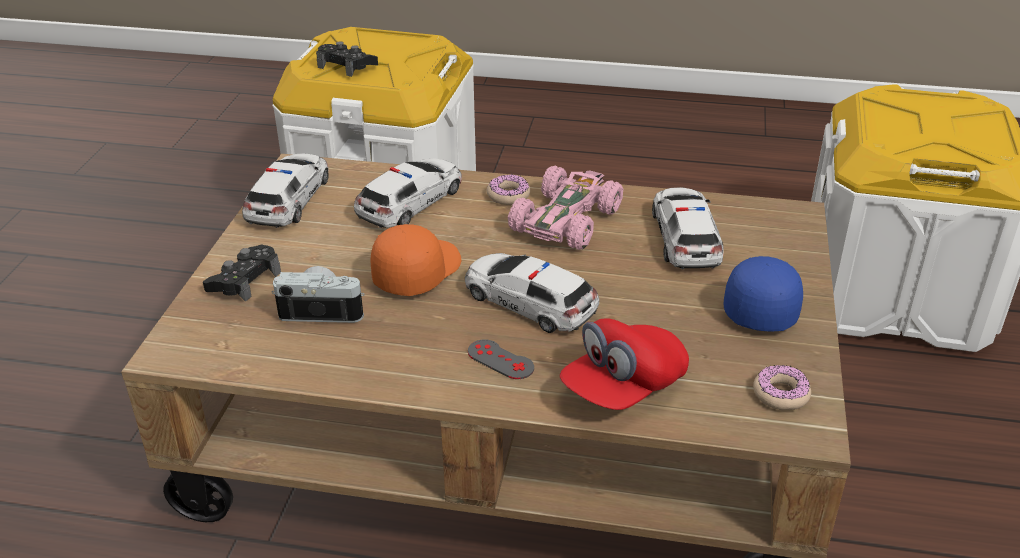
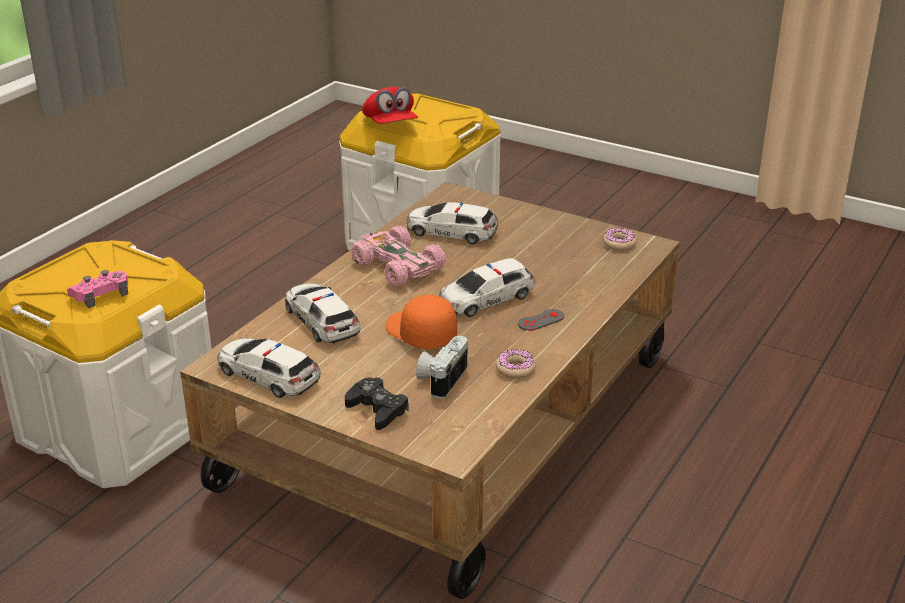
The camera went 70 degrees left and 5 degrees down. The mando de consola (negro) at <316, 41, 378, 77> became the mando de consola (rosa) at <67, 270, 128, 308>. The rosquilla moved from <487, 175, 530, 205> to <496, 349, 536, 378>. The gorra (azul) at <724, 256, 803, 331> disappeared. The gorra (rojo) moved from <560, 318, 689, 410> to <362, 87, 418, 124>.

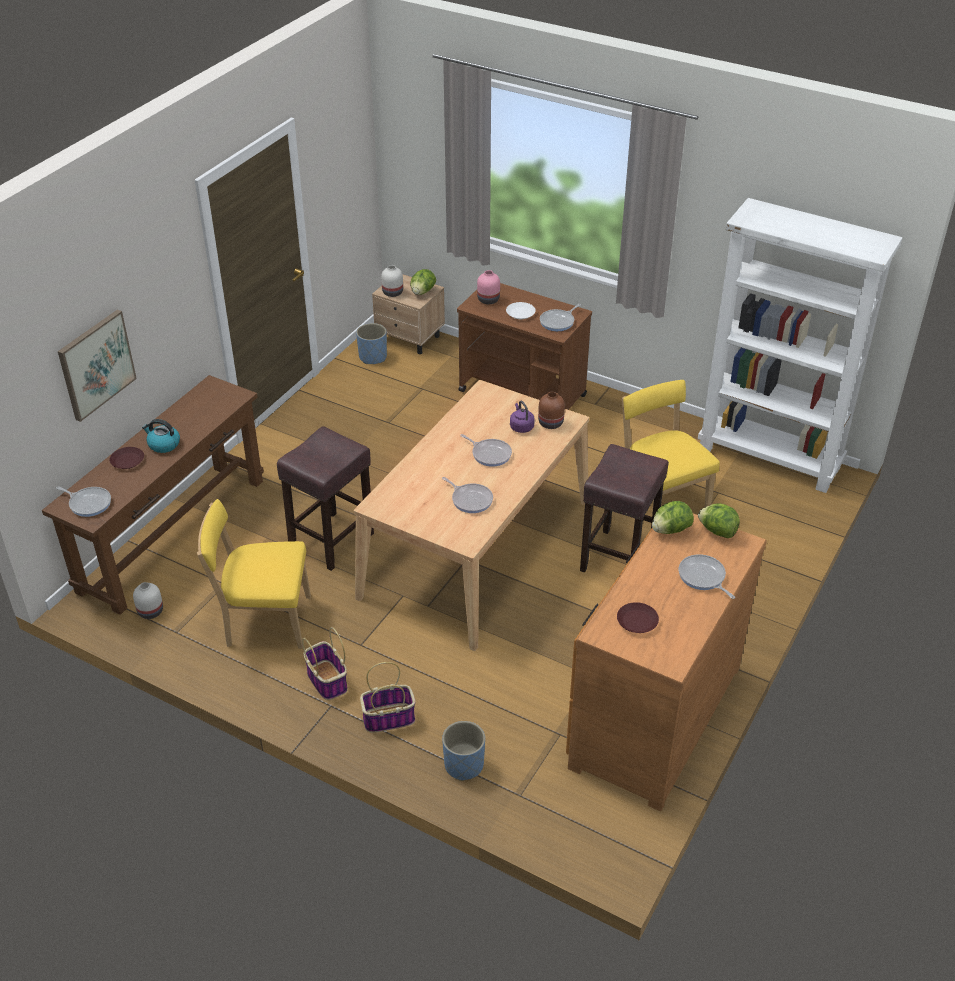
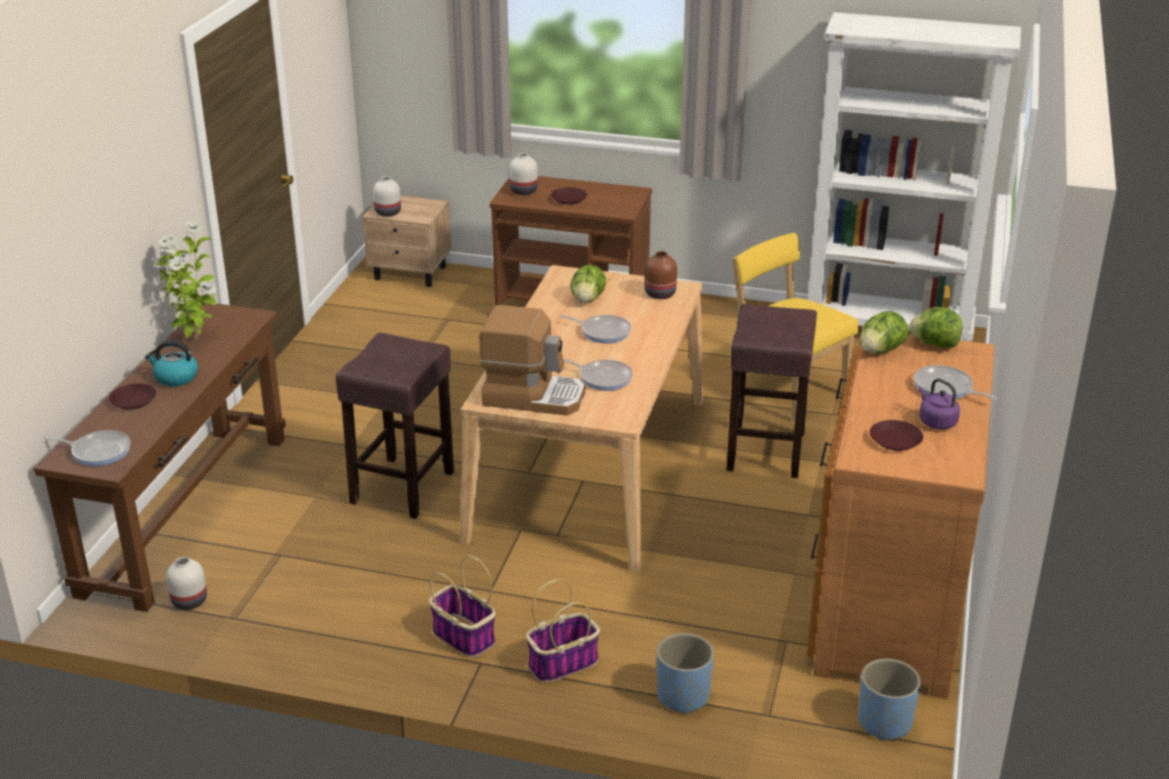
The camera went 15 degrees left and 10 degrees down. The lechuga moved from <410, 269, 436, 295> to <570, 264, 606, 303>. The florero (rosa) at <477, 270, 500, 304> became the florero (blanco) at <509, 153, 538, 195>. The plato (blanco) at <506, 302, 536, 319> became the plato (marrón) at <551, 187, 587, 205>. The sartén at <540, 304, 581, 331> disappeared. The cuadro at <58, 310, 137, 422> disappeared. The maceta (azul) moved from <356, 323, 387, 364> to <858, 659, 921, 741>. The hervidor (morado) moved from <510, 401, 535, 433> to <919, 379, 960, 429>. The silla (amarillo) at <197, 499, 311, 649> disappeared. The planta en maceta at <153, 221, 217, 340> appeared. The cafetera at <479, 305, 585, 416> appeared.

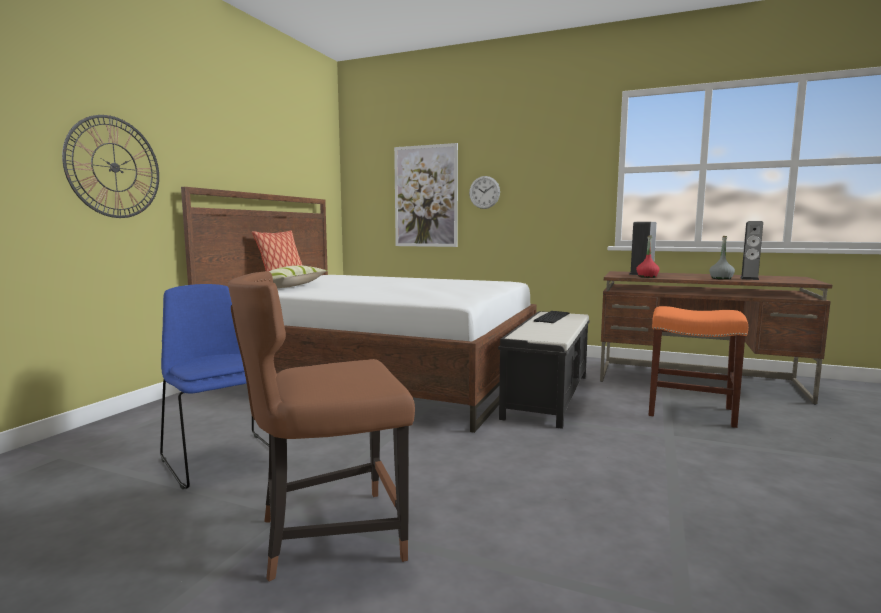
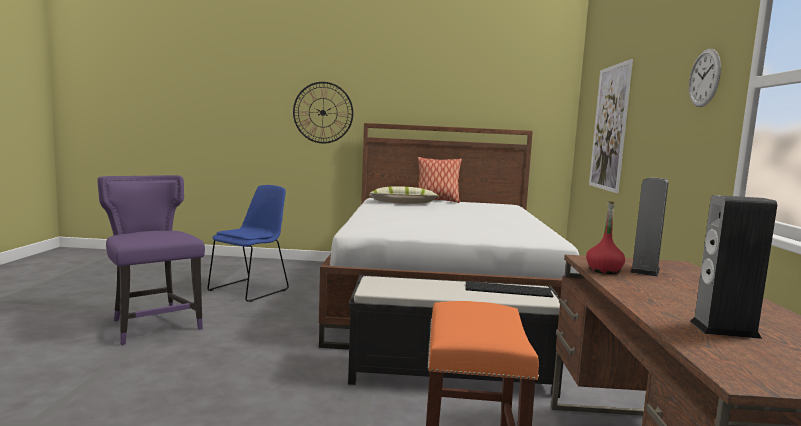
The camera went 70 degrees right and 0 degrees up. The reloj de pared moved from <469, 176, 500, 209> to <689, 49, 721, 107>. The botella (gris) at <709, 236, 735, 280> disappeared. The silla (marrón) at <228, 271, 415, 582> became the silla (morado) at <97, 175, 205, 345>.

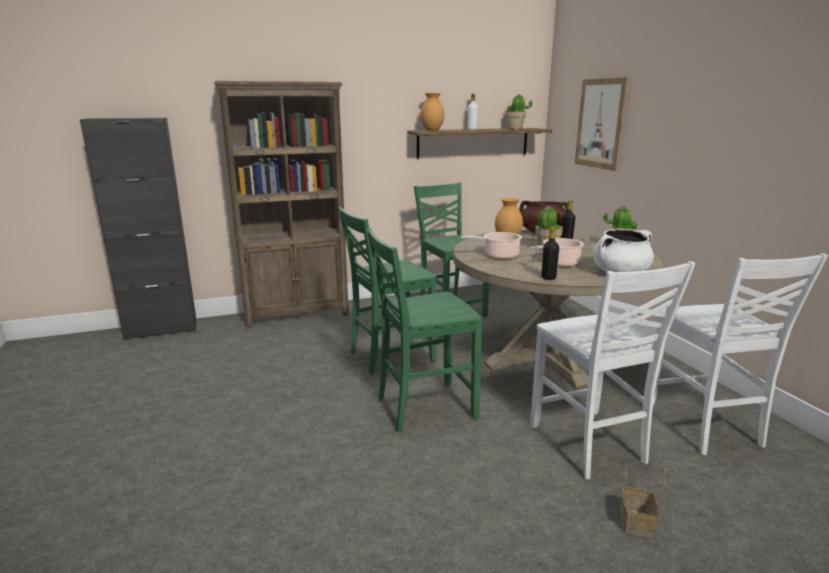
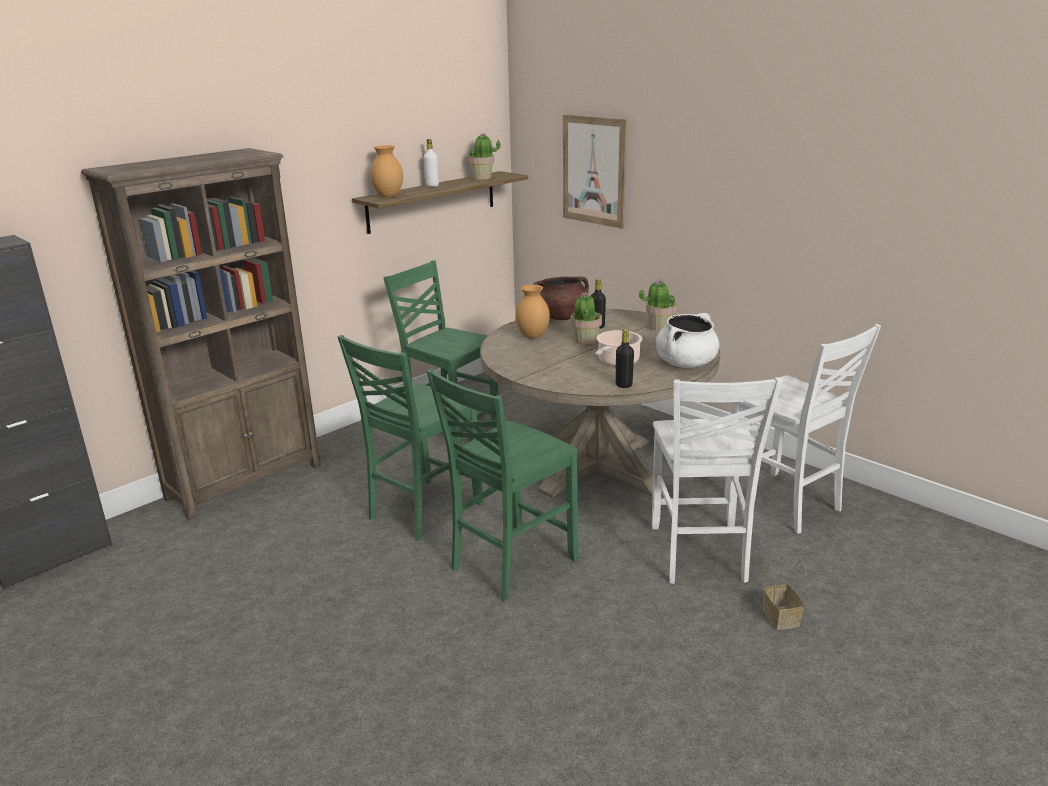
The camera went 25 degrees left and 5 degrees up. The olla at <461, 232, 522, 259> disappeared. The silla (blanco) at <530, 261, 695, 479> turned 45 degrees clockwise.

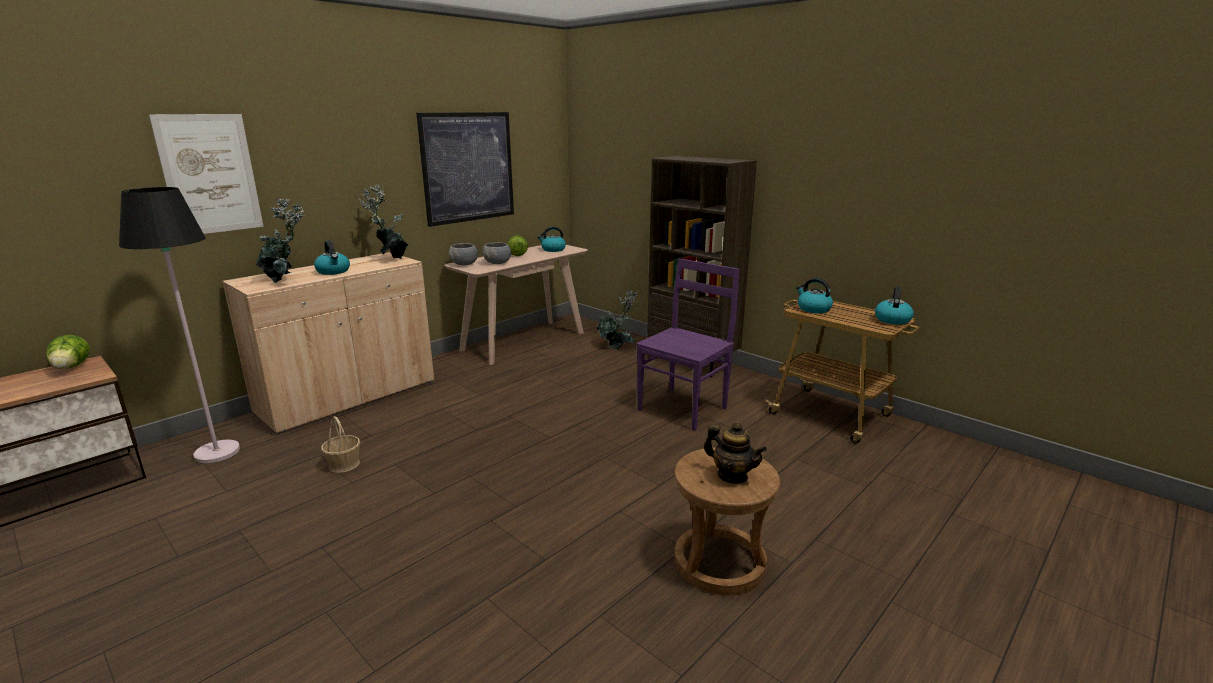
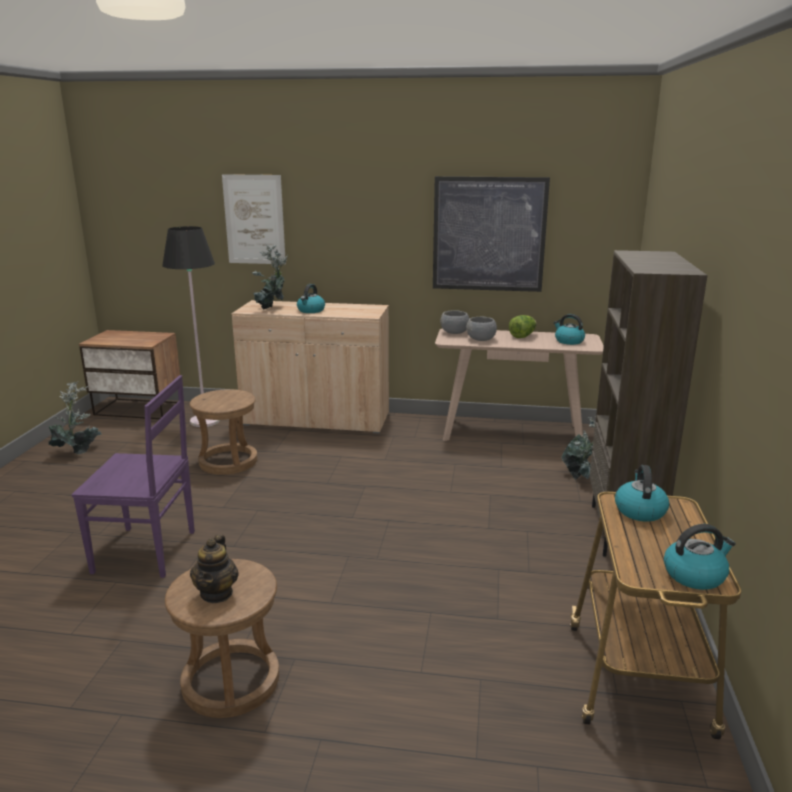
The camera went 55 degrees right and 0 degrees up. The planta en maceta moved from <358, 184, 409, 259> to <48, 381, 102, 454>. The silla (morado) moved from <636, 258, 740, 431> to <72, 375, 195, 578>. The lechuga at <46, 335, 90, 369> disappeared. The cesta at <321, 416, 360, 473> was replaced by the taburete (marrón) at <190, 389, 257, 475>.

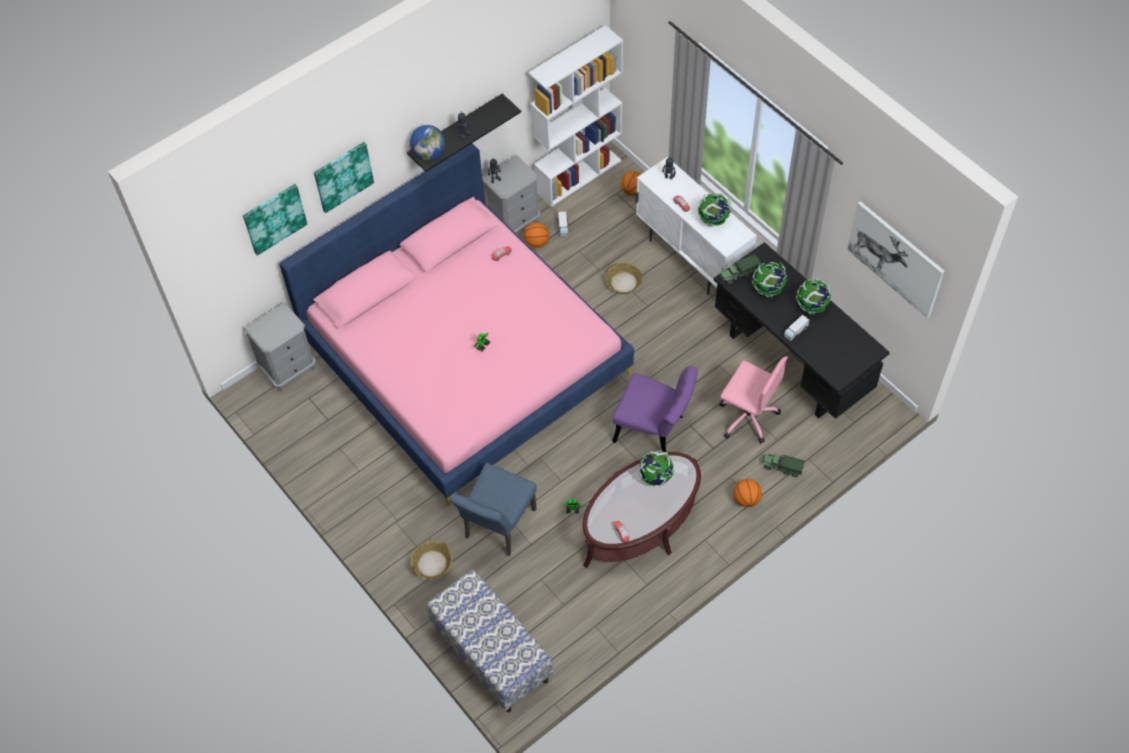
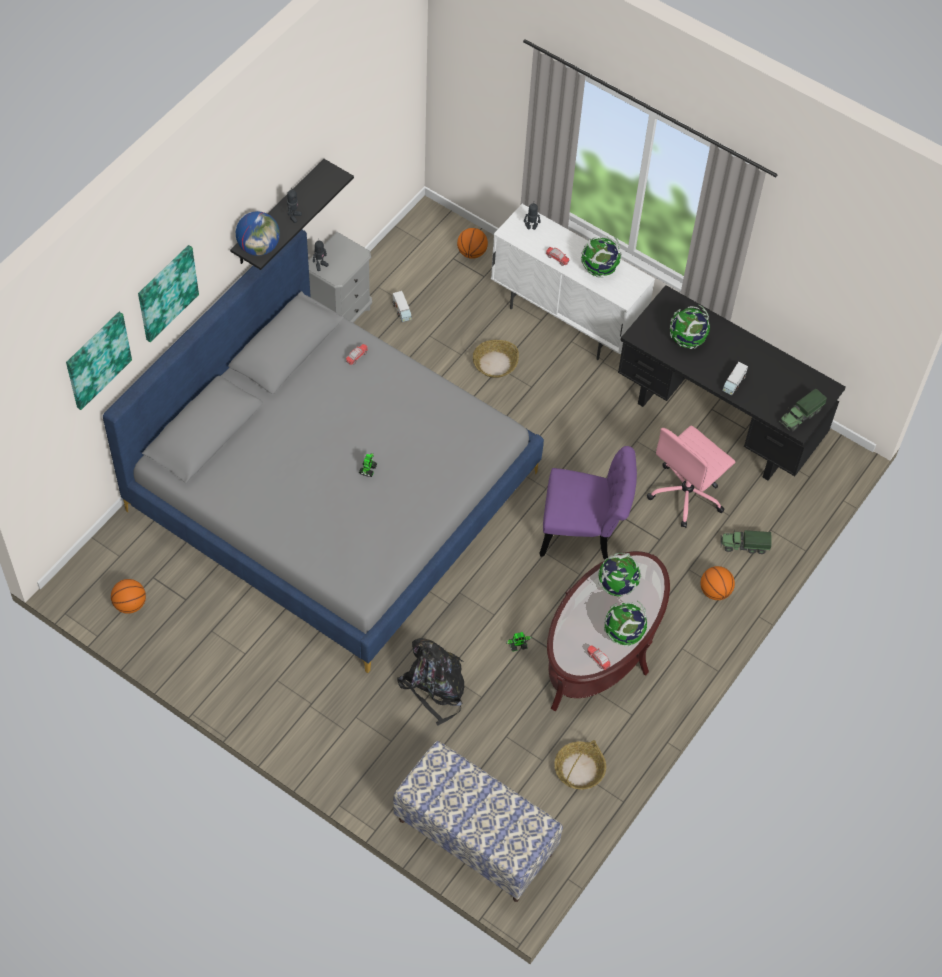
The camera went 20 degrees left and 0 degrees up. The estantería (blanco) at <528, 25, 623, 207> disappeared. The cama (rosa) at <279, 143, 634, 506> became the cama (gris) at <103, 230, 544, 673>. The cuadro at <847, 201, 944, 318> disappeared. The balón de baloncesto moved from <524, 222, 549, 248> to <111, 579, 146, 614>. The camión de juguete moved from <719, 254, 761, 284> to <779, 388, 827, 431>. The globo terráqueo moved from <796, 279, 832, 314> to <604, 601, 647, 647>. The mesita de noche (gris) at <244, 303, 316, 391> disappeared. The silla de oficina (rosa) at <719, 356, 788, 443> turned 120 degrees clockwise. The silla (azul) at <450, 463, 537, 556> was replaced by the mochila (negro) at <397, 638, 464, 726>. The cesta moved from <410, 541, 452, 579> to <554, 740, 606, 790>.

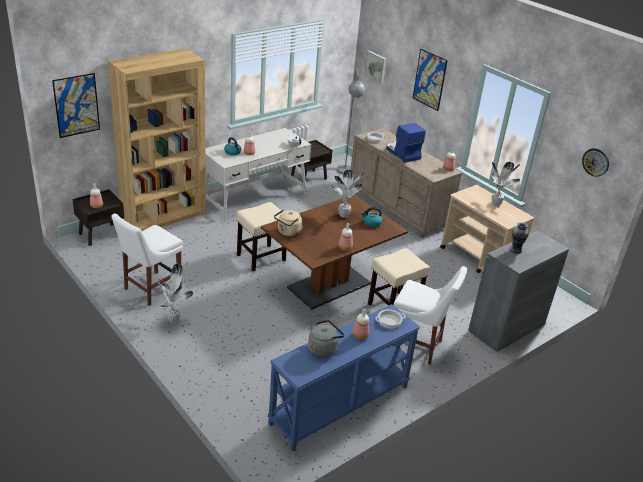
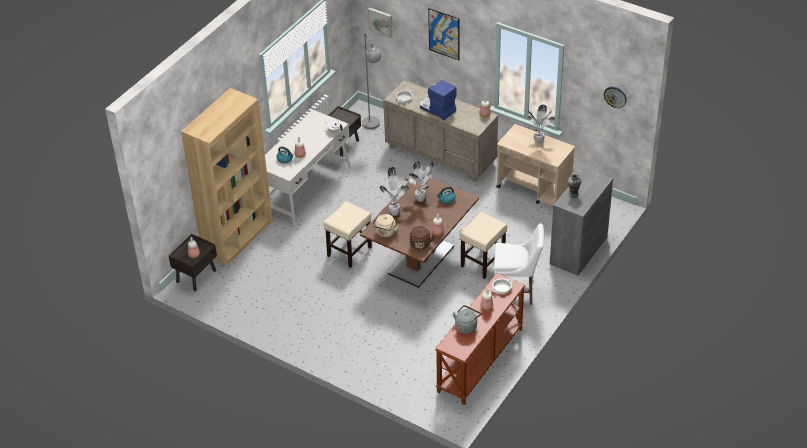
The camera went 15 degrees left and 10 degrees up. The cuadro at <52, 73, 100, 138> disappeared. The silla (blanco) at <111, 214, 183, 306> disappeared. The planta en maceta moved from <157, 264, 193, 323> to <379, 167, 409, 216>. The mesa consola (azul) at <268, 304, 420, 451> became the mesa consola (marrón) at <435, 273, 525, 405>. The hervidor (marrón) at <409, 226, 435, 250> appeared.

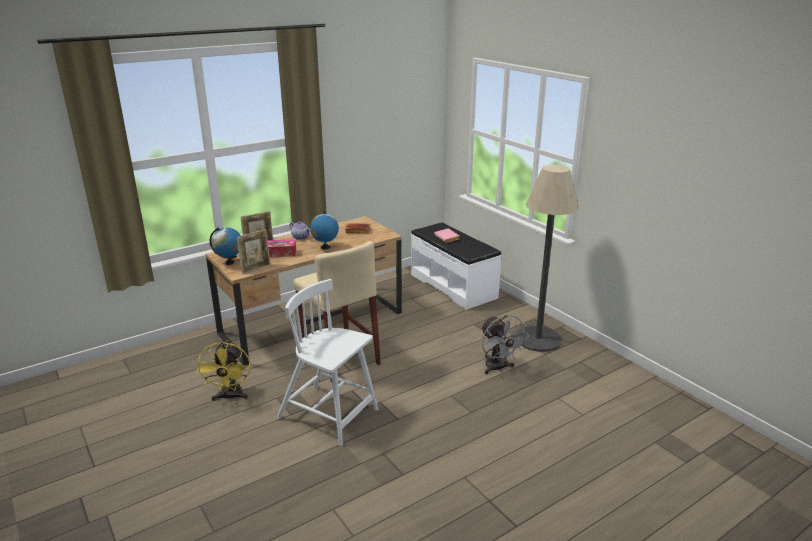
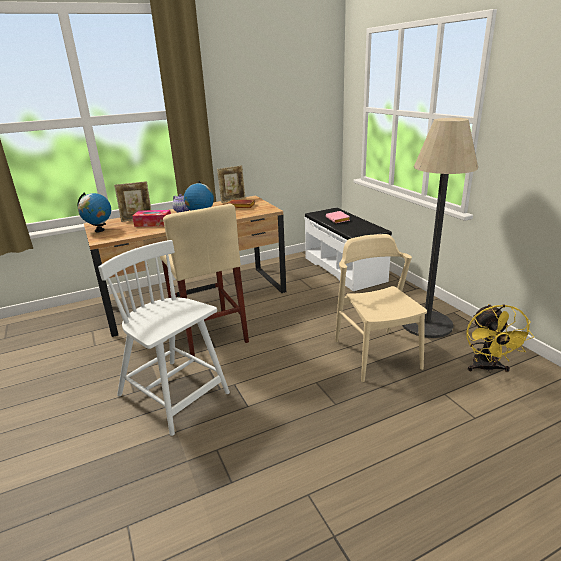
The camera went 10 degrees right and 0 degrees up. The portarretratos moved from <237, 229, 271, 274> to <217, 165, 245, 203>. The ventilador (gris) at <481, 315, 529, 374> was replaced by the silla (beis) at <335, 234, 427, 382>. The ventilador (amarillo) moved from <196, 340, 251, 401> to <466, 304, 534, 373>.

